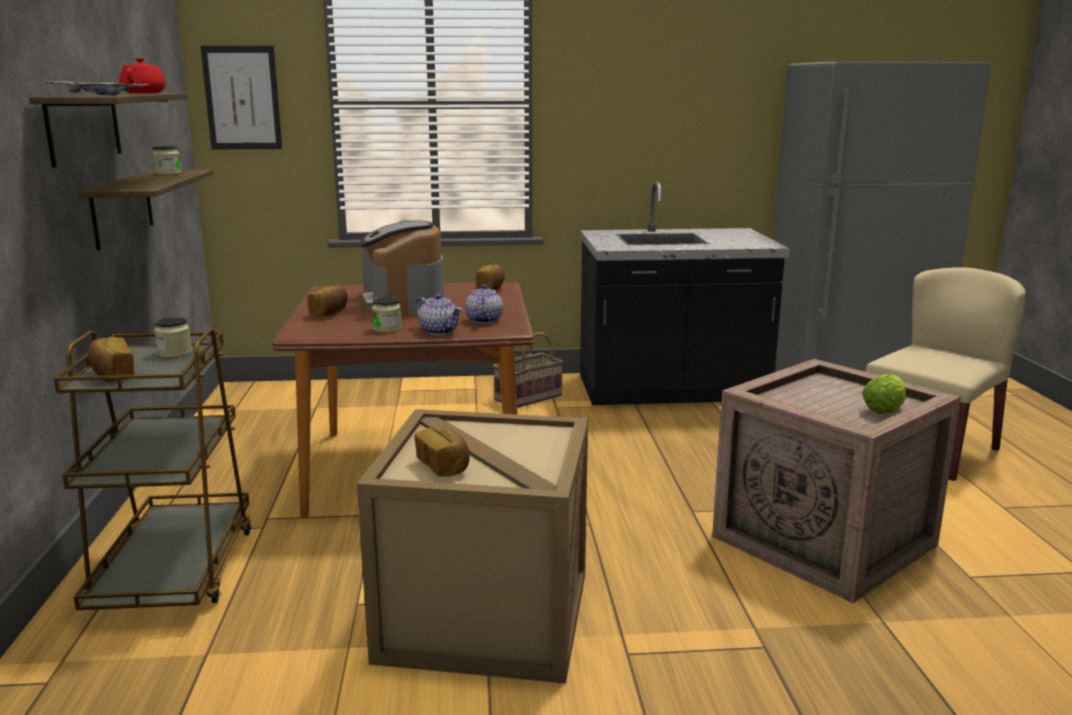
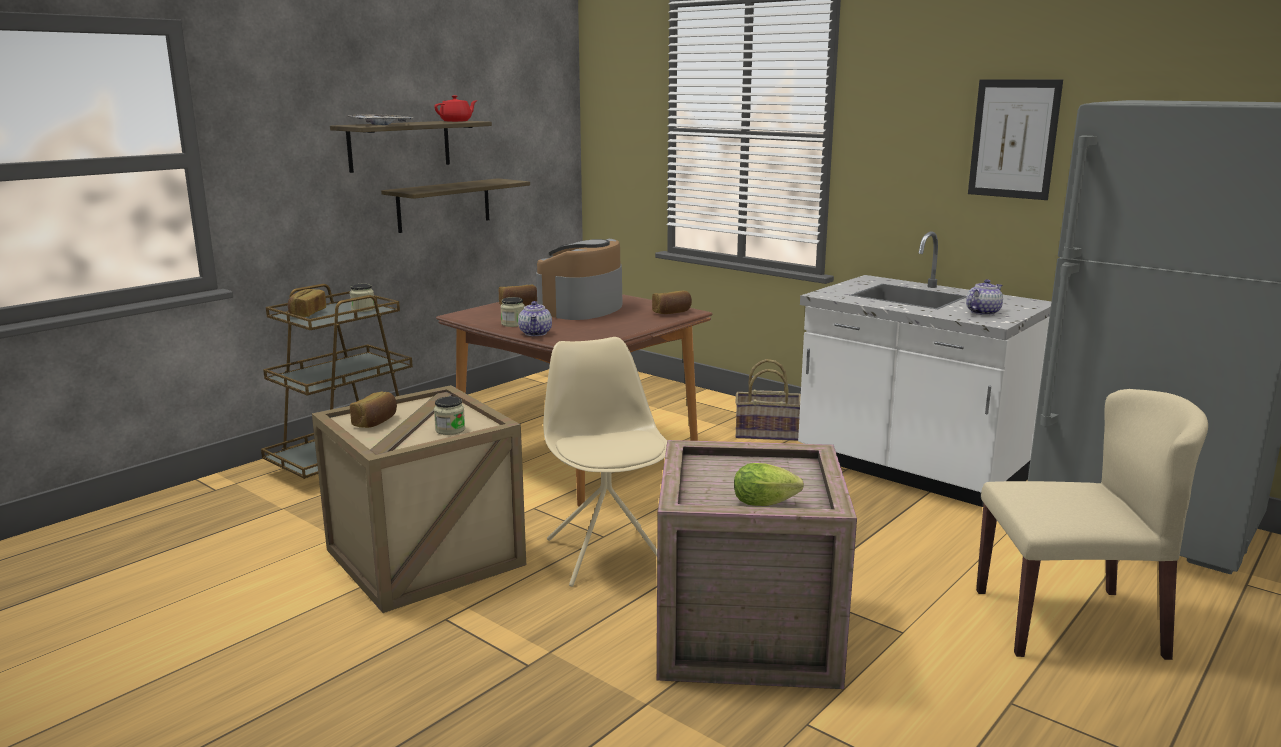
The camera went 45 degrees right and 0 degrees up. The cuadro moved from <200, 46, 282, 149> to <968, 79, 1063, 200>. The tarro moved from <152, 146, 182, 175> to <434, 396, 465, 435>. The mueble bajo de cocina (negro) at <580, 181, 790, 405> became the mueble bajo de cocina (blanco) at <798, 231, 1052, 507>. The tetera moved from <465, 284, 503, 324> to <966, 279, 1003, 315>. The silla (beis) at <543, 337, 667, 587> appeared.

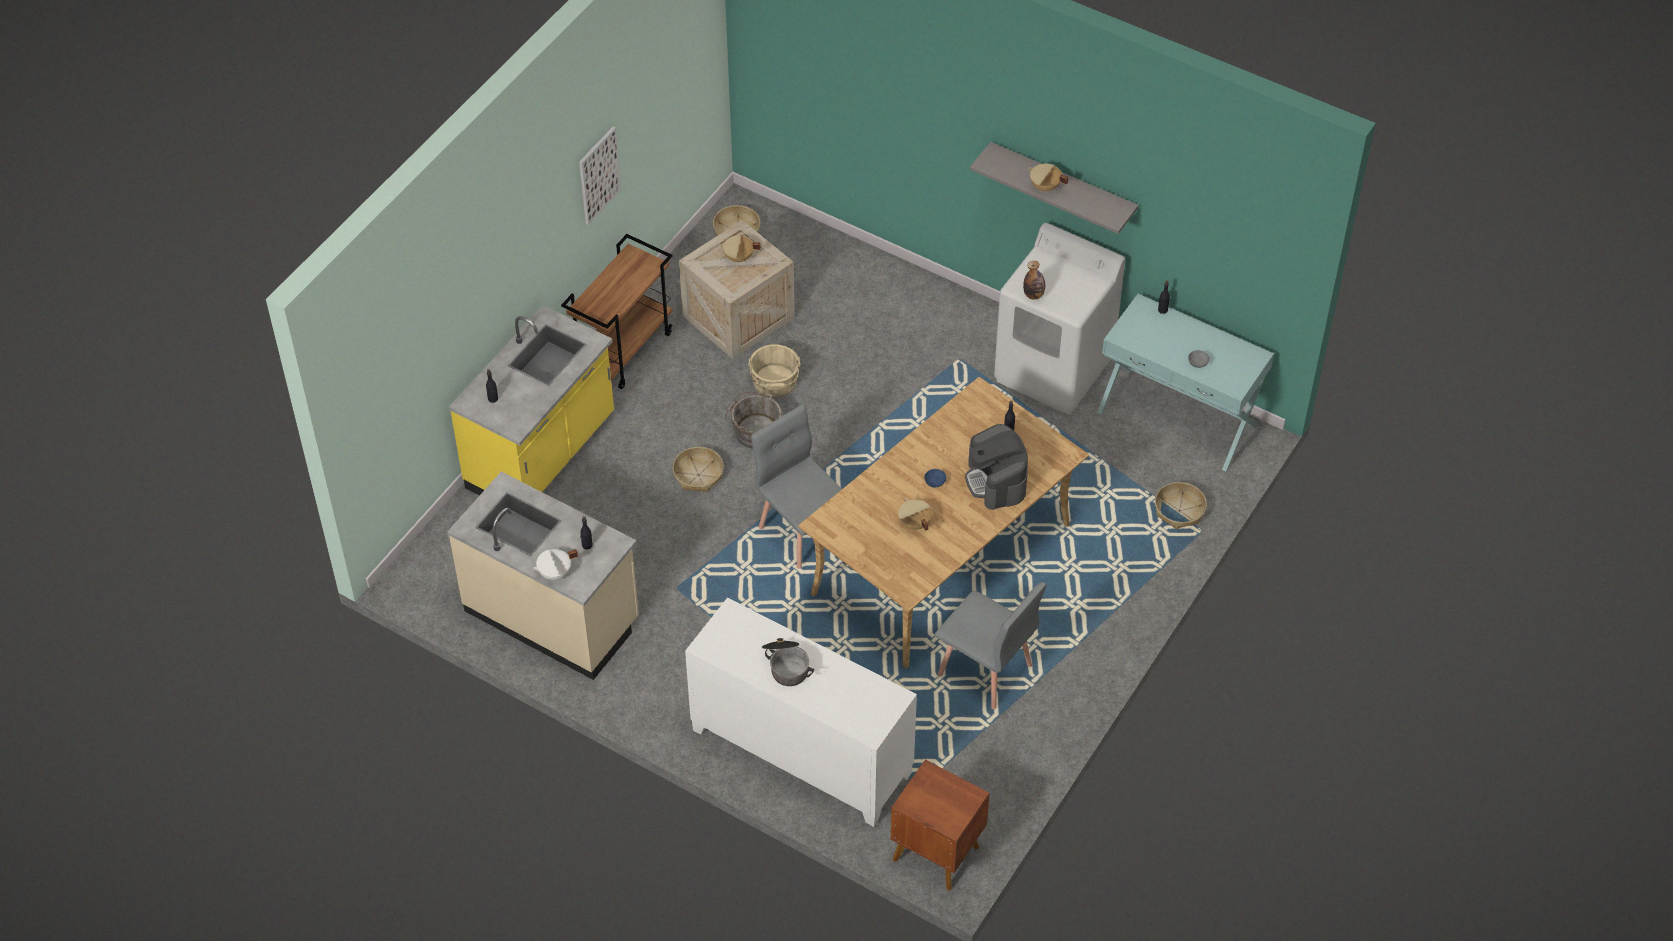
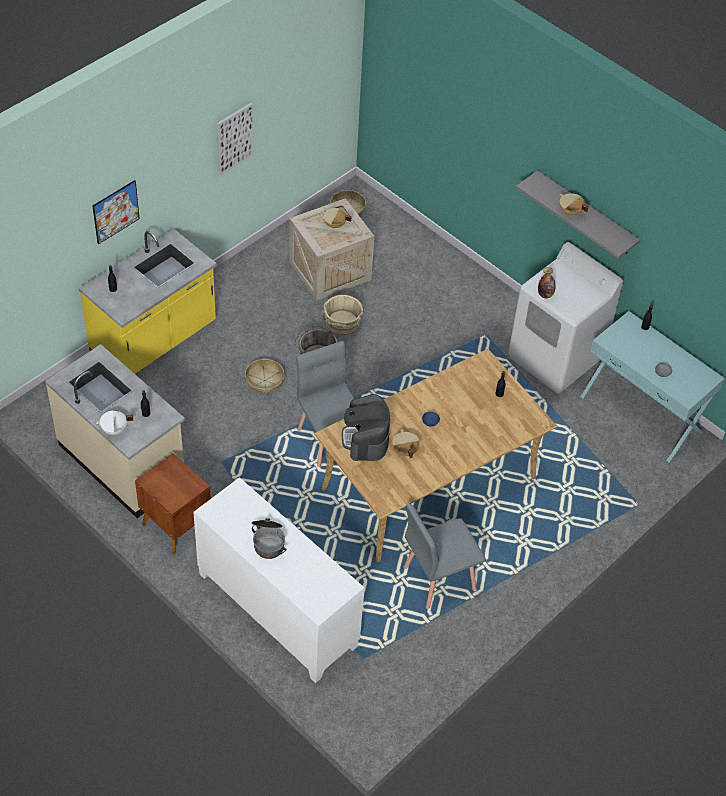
The camera went 10 degrees right and 0 degrees up. The carrito (marrón) at <561, 234, 673, 389> disappeared. The cafetera moved from <965, 424, 1028, 510> to <342, 394, 390, 461>. The cesta at <1155, 482, 1207, 529> disappeared. The silla (gris) at <935, 582, 1046, 709> turned 105 degrees clockwise. The mesita de noche (marrón) moved from <890, 760, 989, 890> to <135, 453, 211, 554>. The cuadro at <93, 180, 140, 244> appeared.

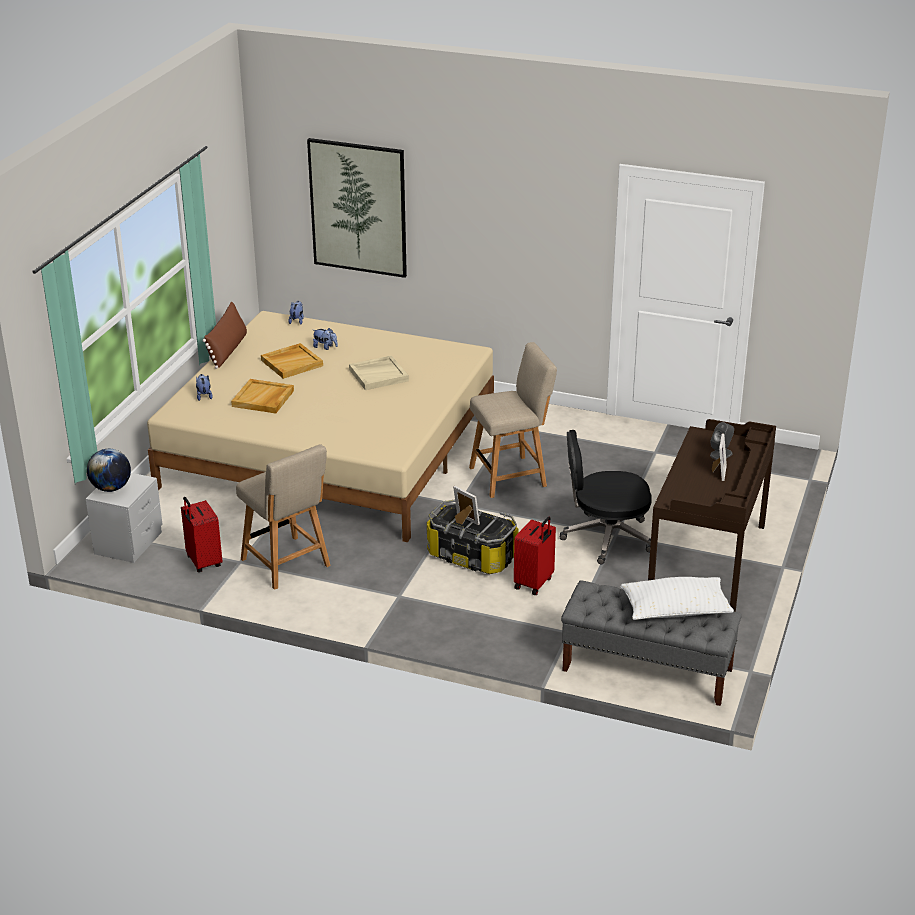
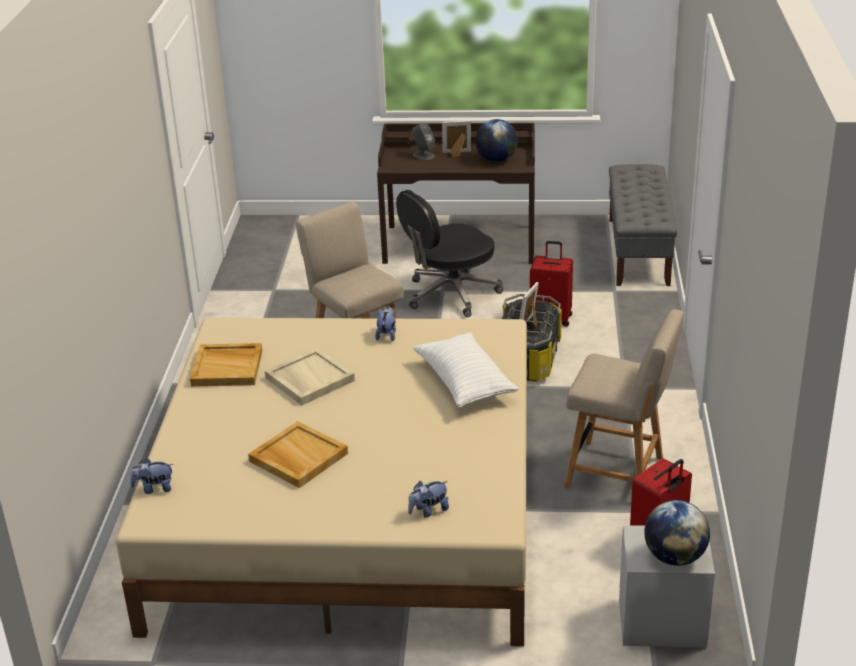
The camera went 105 degrees left and 0 degrees up. The cuadro at <307, 138, 407, 278> disappeared. The cojín (marrón) at <203, 301, 247, 369> disappeared. The peluche moved from <313, 328, 338, 350> to <375, 306, 396, 341>. The bandeja (beis) moved from <231, 379, 294, 413> to <190, 343, 262, 386>. The silla de oficina (negro) at <560, 430, 652, 564> turned 75 degrees clockwise. The silla (beis) at <236, 444, 331, 590> turned 75 degrees clockwise. The cojín (blanco) moved from <620, 577, 734, 620> to <413, 332, 519, 408>. The globo terráqueo at <475, 119, 518, 162> appeared.

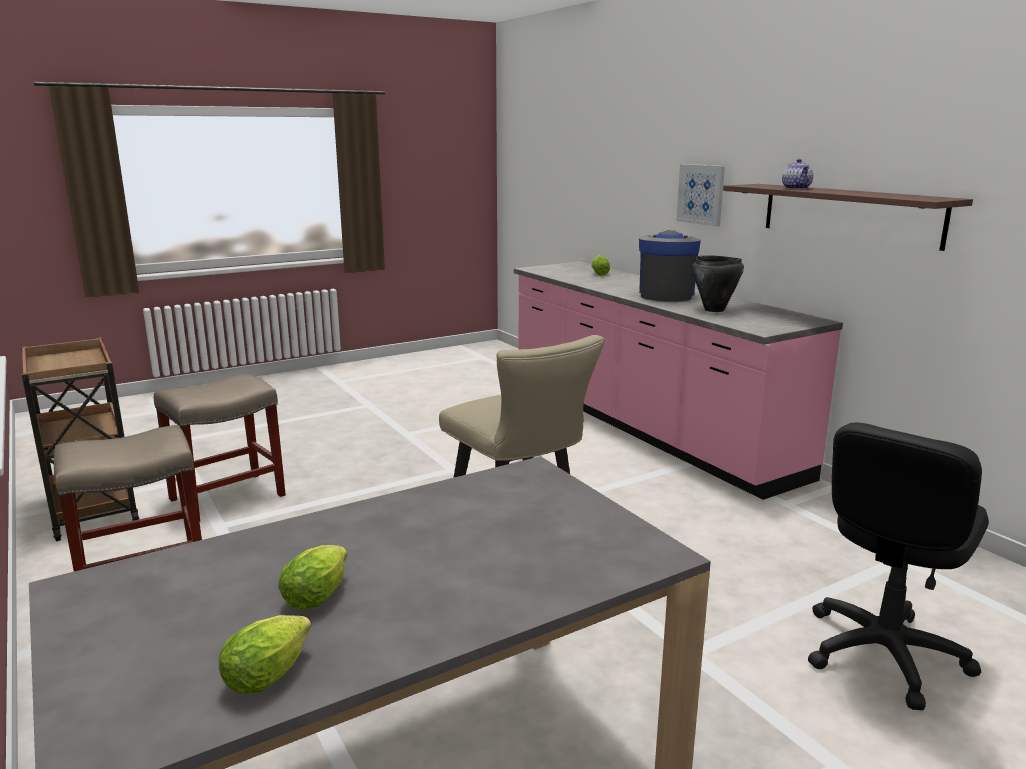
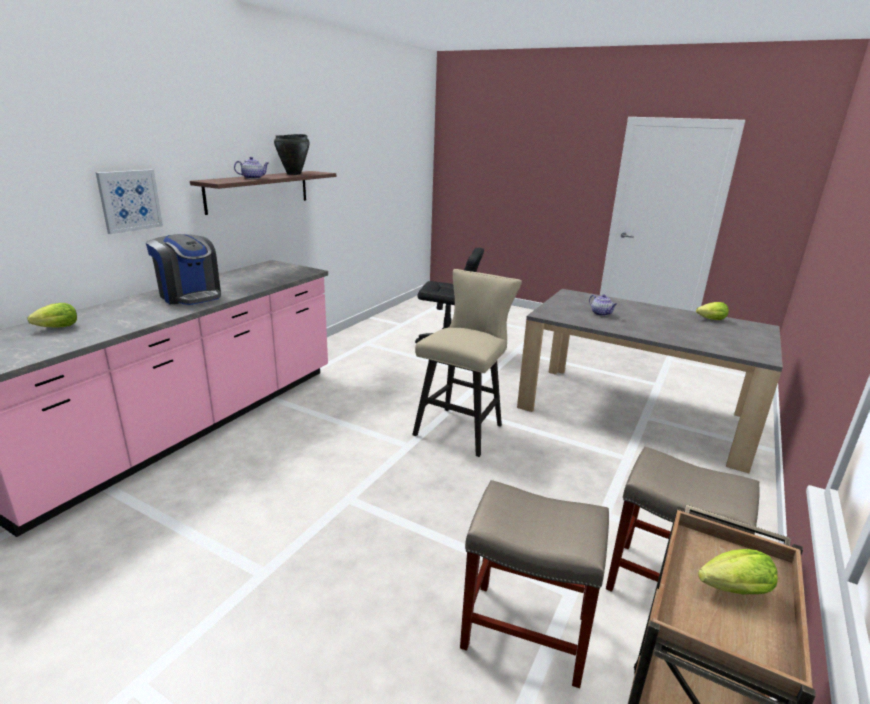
The camera went 120 degrees left and 5 degrees up. The cafetera at <639, 230, 701, 302> turned 120 degrees counterclockwise. The olla (negro) moved from <692, 255, 744, 312> to <274, 134, 309, 175>. The lechuga moved from <278, 545, 347, 610> to <698, 549, 778, 594>. The tetera at <589, 294, 617, 316> appeared.

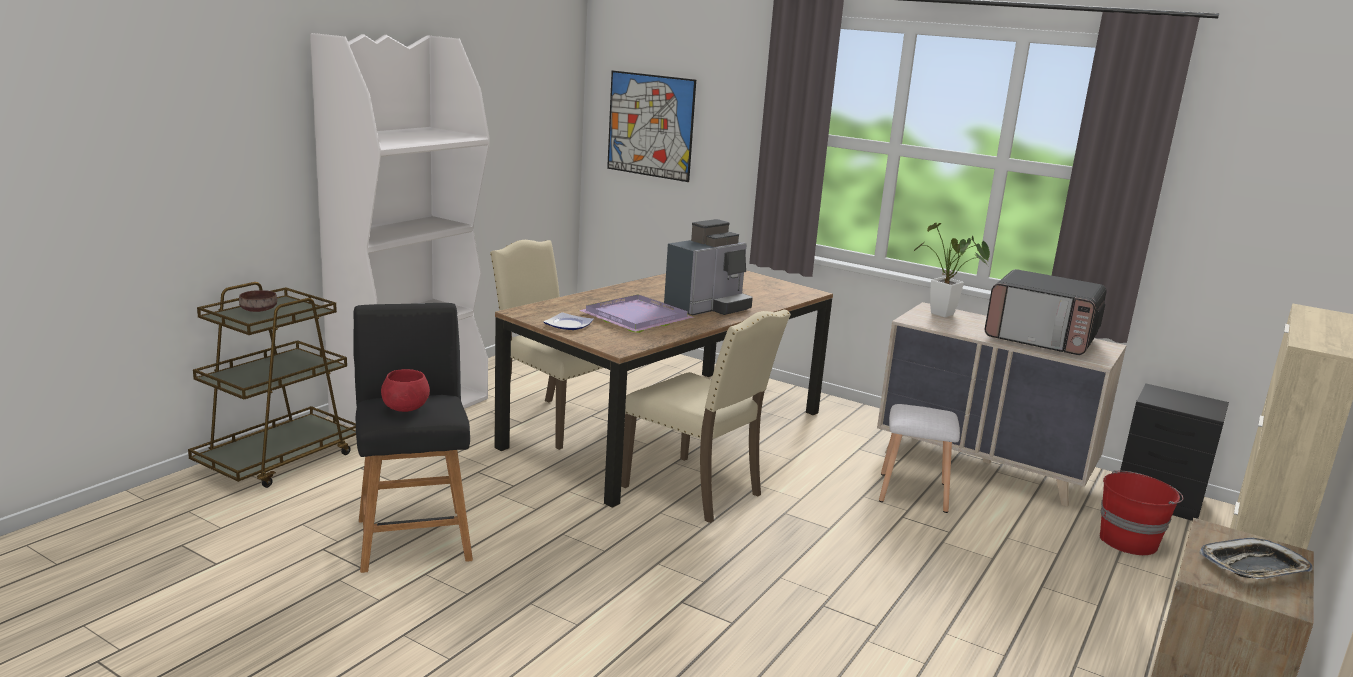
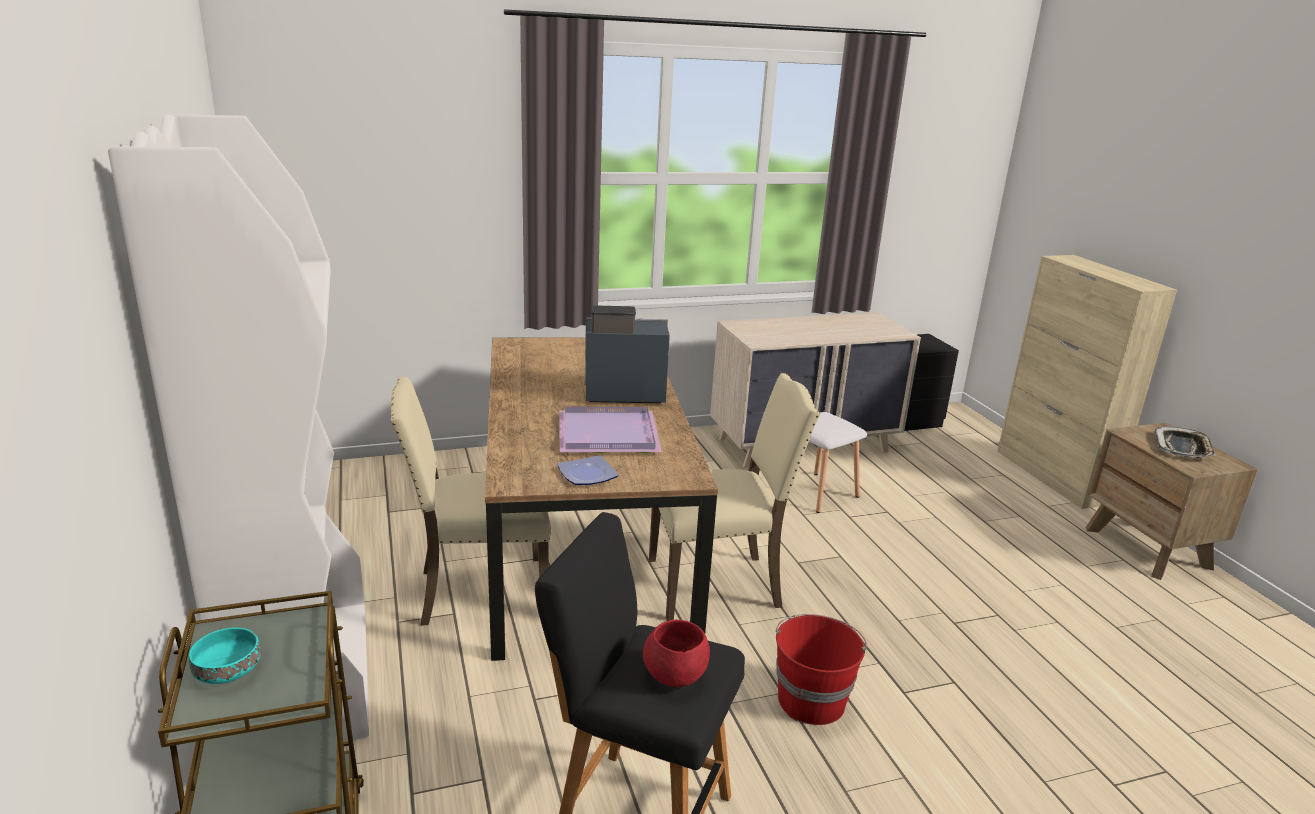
The camera went 50 degrees left and 5 degrees up. The cuadro at <607, 70, 696, 182> disappeared. The cafetera at <664, 219, 753, 315> turned 90 degrees counterclockwise. The planta en maceta at <914, 223, 990, 317> disappeared. The microondas at <985, 269, 1107, 355> disappeared. The cuenco (marrón) at <239, 290, 277, 312> became the cuenco (turquesa) at <189, 628, 261, 684>. The cubo (rojo) moved from <1100, 471, 1183, 555> to <776, 614, 867, 725>.

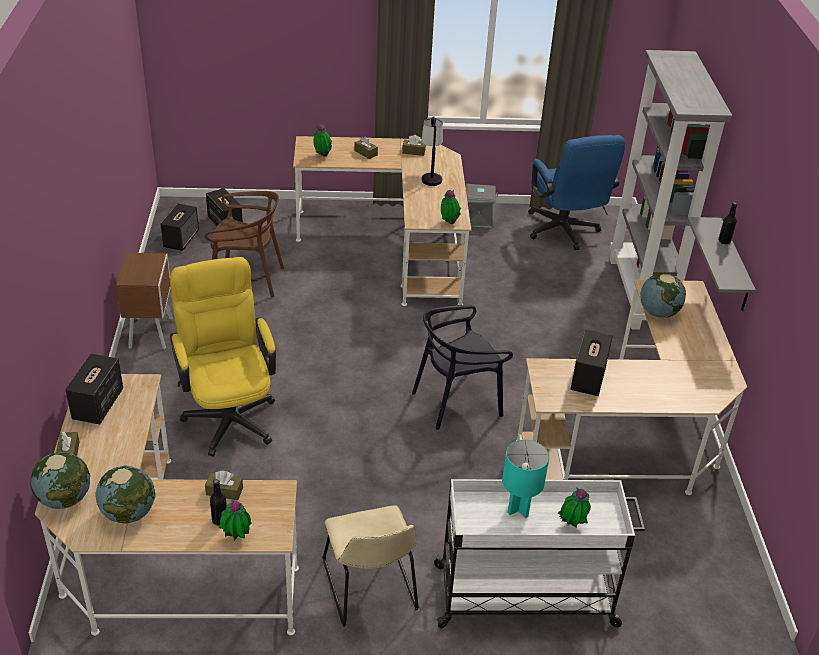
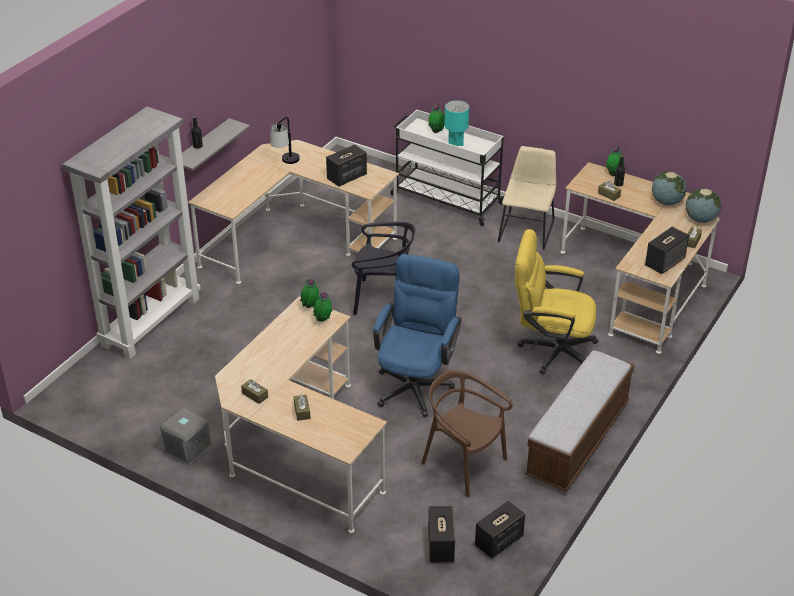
The camera went 145 degrees left and 0 degrees up. The lámpara de mesa moved from <421, 117, 443, 186> to <270, 117, 300, 164>. The planta en maceta moved from <313, 124, 332, 157> to <313, 291, 333, 322>. The silla de oficina (azul) moved from <528, 135, 625, 250> to <373, 254, 462, 417>. The mesita de noche (marrón) at <116, 253, 173, 349> was replaced by the banco at <525, 350, 634, 492>. The silla de oficina (amarillo) at <170, 257, 276, 457> turned 90 degrees clockwise. The globo terráqueo at <640, 273, 686, 318> disappeared.

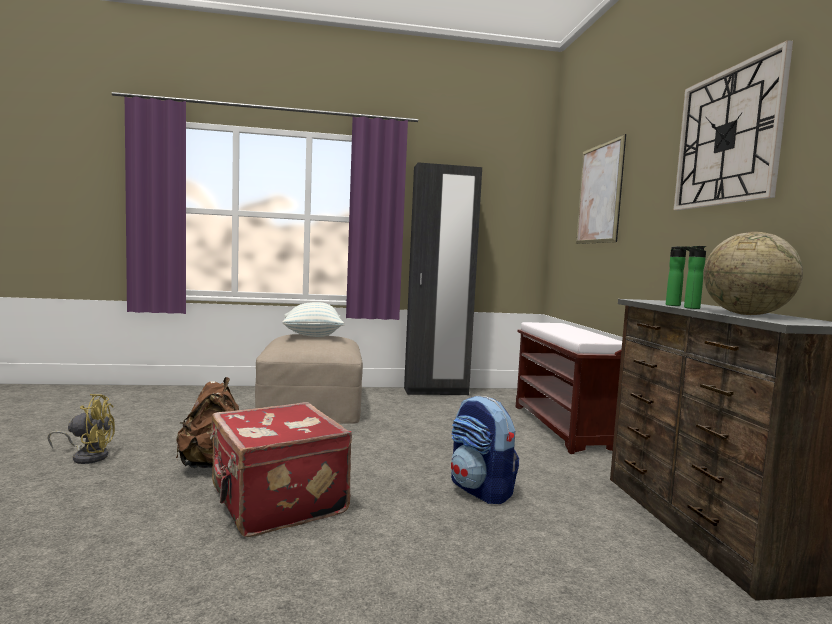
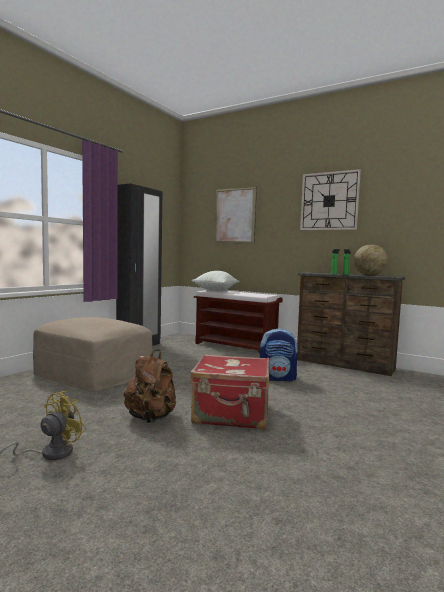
The camera went 50 degrees left and 0 degrees up. The cojín moved from <283, 302, 345, 337> to <192, 271, 240, 291>.

